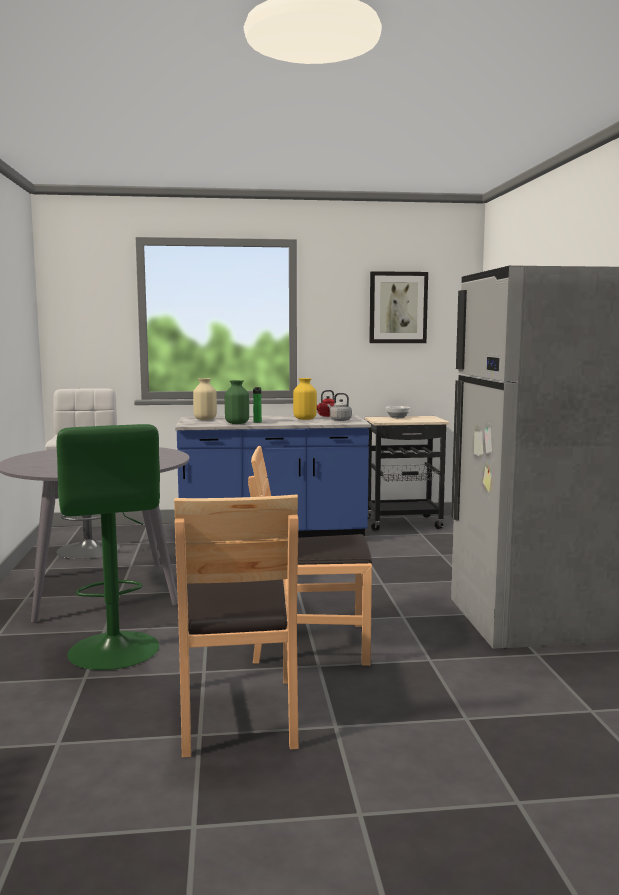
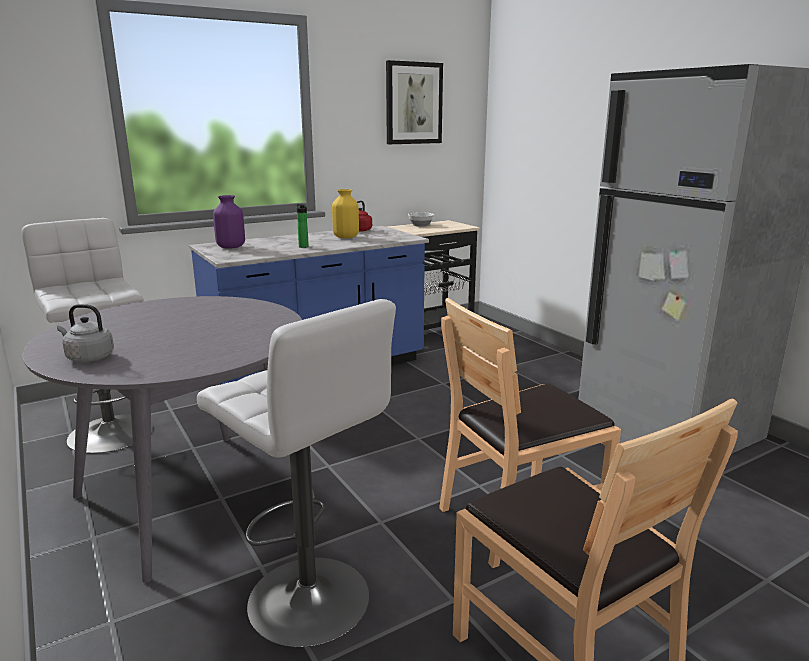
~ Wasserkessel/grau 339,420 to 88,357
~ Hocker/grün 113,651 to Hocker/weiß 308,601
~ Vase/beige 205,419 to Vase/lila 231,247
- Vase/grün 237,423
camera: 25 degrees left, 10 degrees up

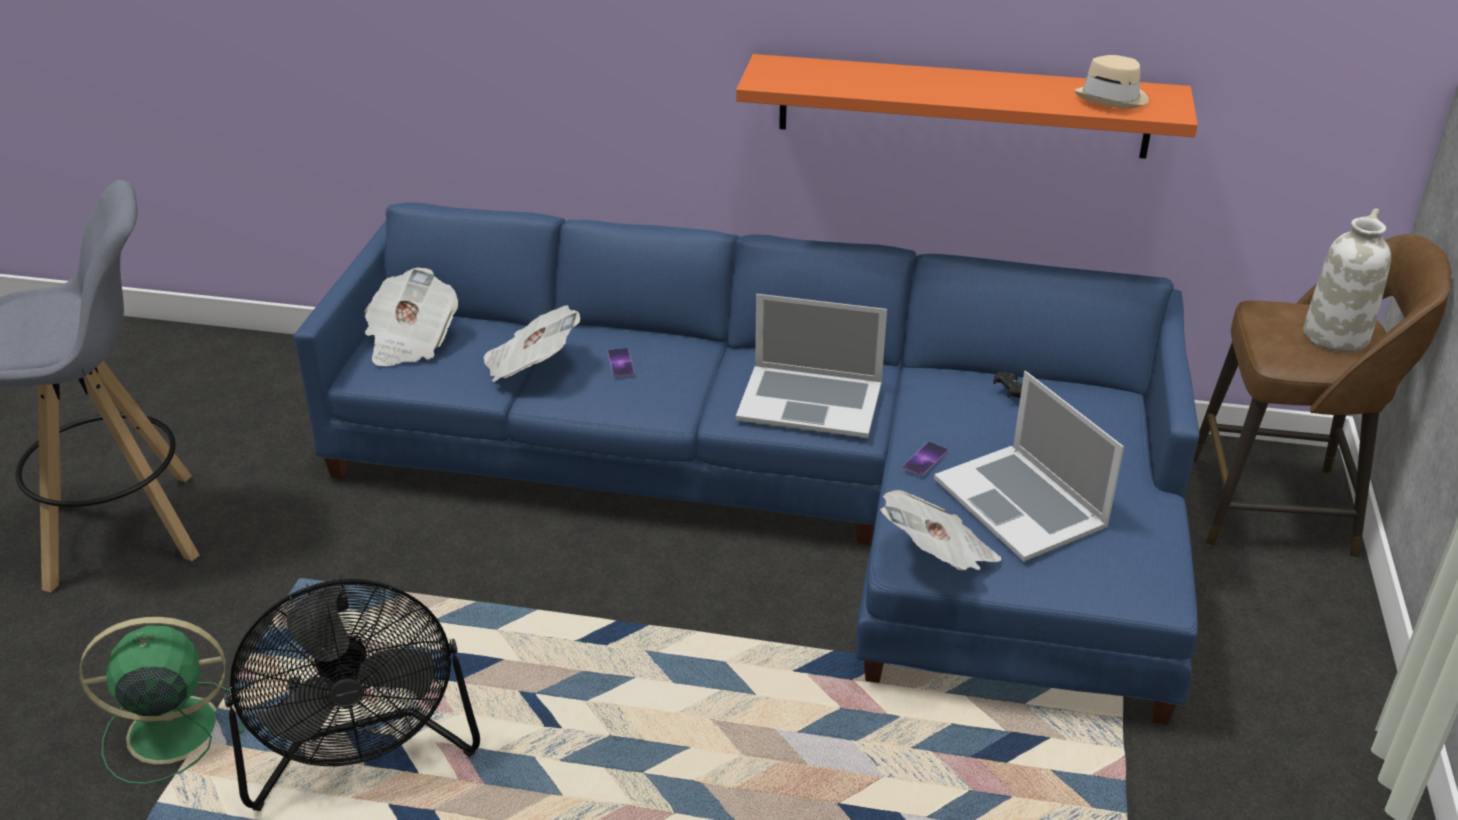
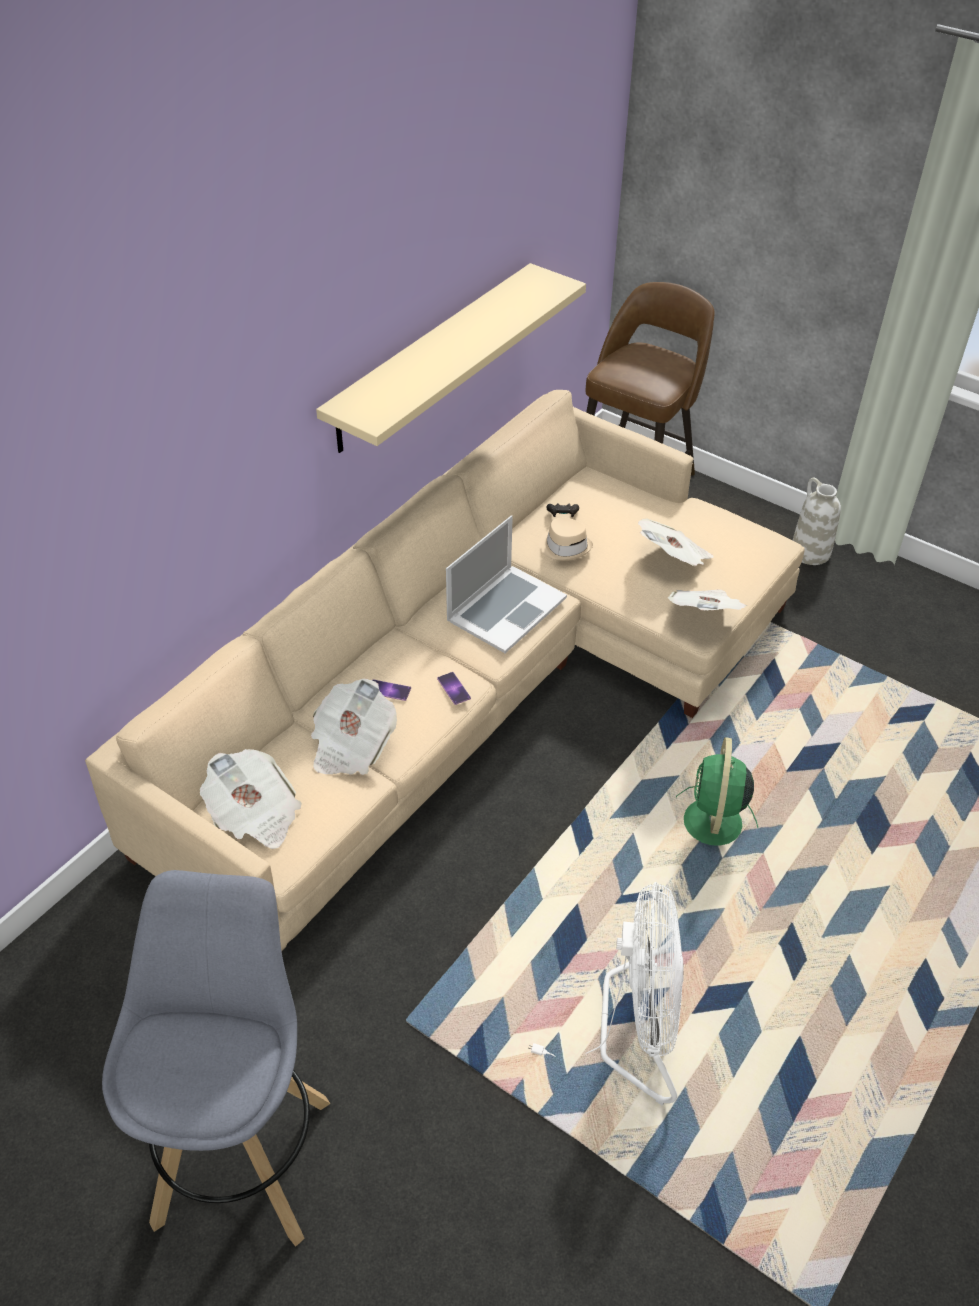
~ Sofa/blau 788,488 to Sofa/beige 482,681
~ Wandregal/orange 962,106 to Wandregal/beige 432,357
~ Handy 925,459 to 453,688
~ Ventilator/schwarz 353,751 to Ventilator/weiß 627,1025
~ Hut/beige 1112,98 to 565,547
~ Laptop 1020,502 to Zeitung 673,559
~ Ventilator/grün 168,730 to 712,825
~ Vase/weiß 1335,335 to 809,552
camera: 65 degrees left, 10 degrees up

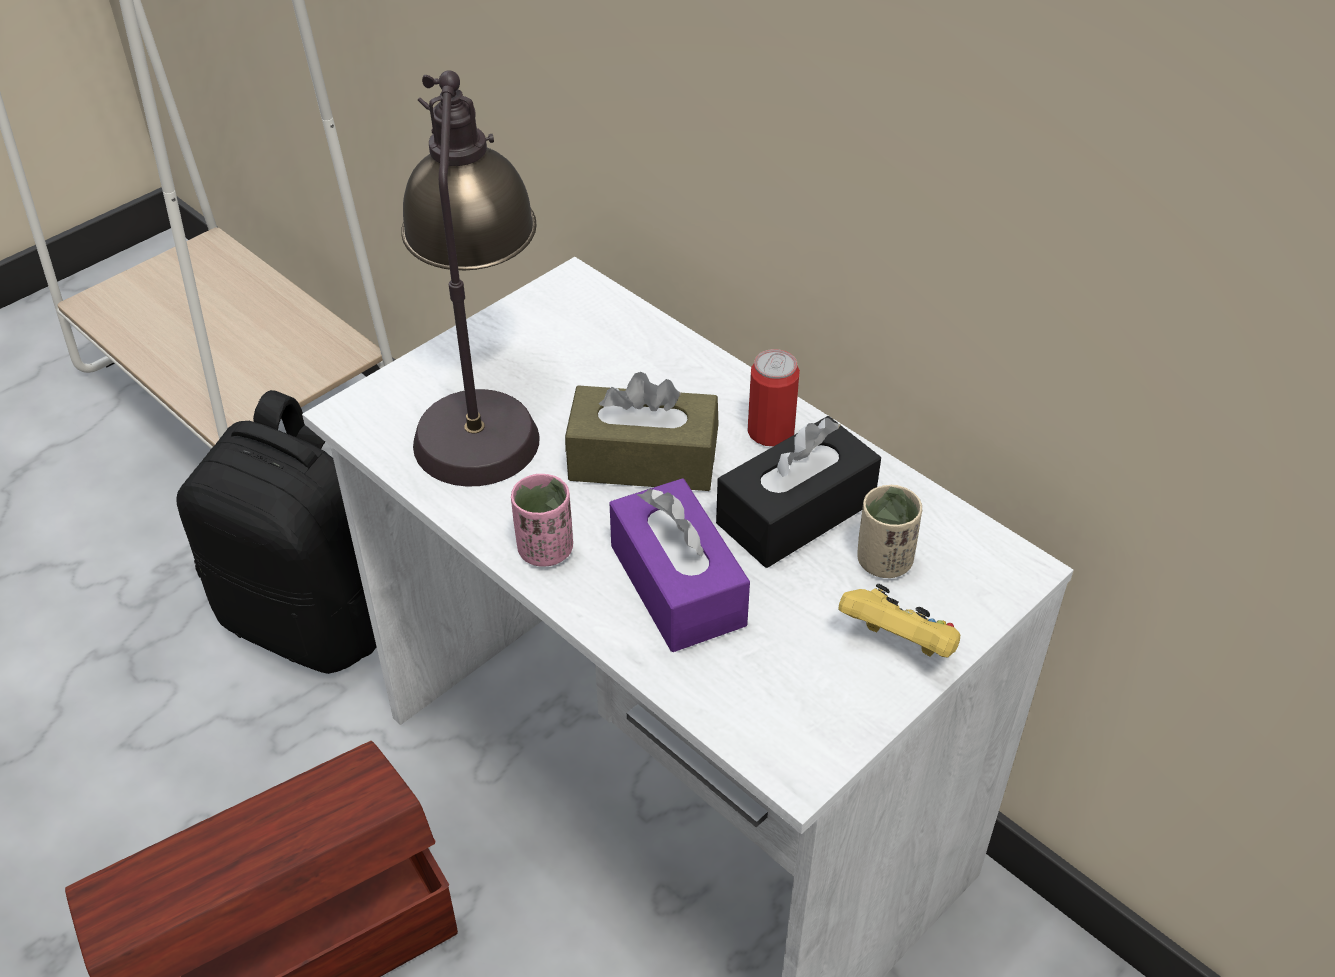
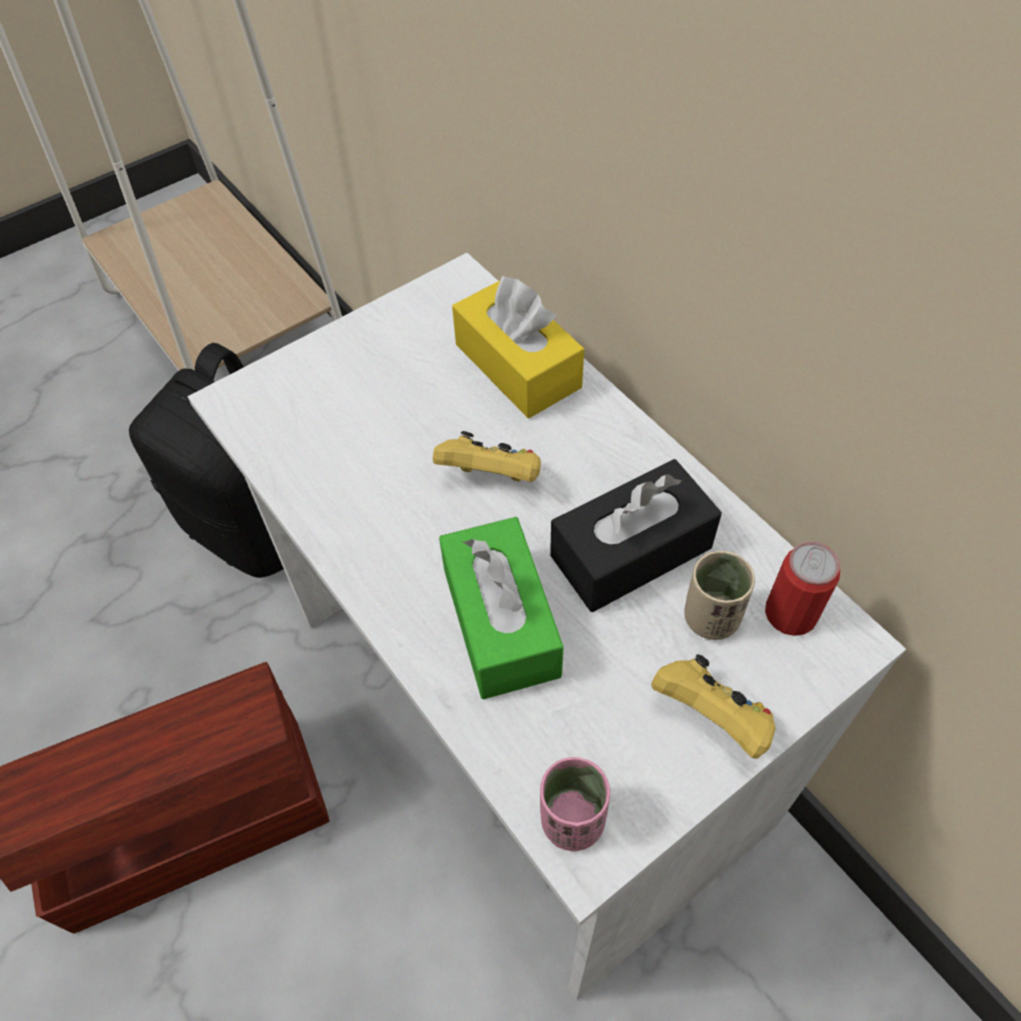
~ Taschentuchbox/braun 643,460 to Gamepad/gelb 492,477
~ Taschentuchbox/lila 677,585 to Taschentuchbox/grün 501,622
+ Taschentuchbox/gelb 517,366
~ Tasse/rosa 545,550 to 572,820
~ Dose 770,432 to 790,613
- Tischlampe 480,408
camera: 10 degrees right, 10 degrees up

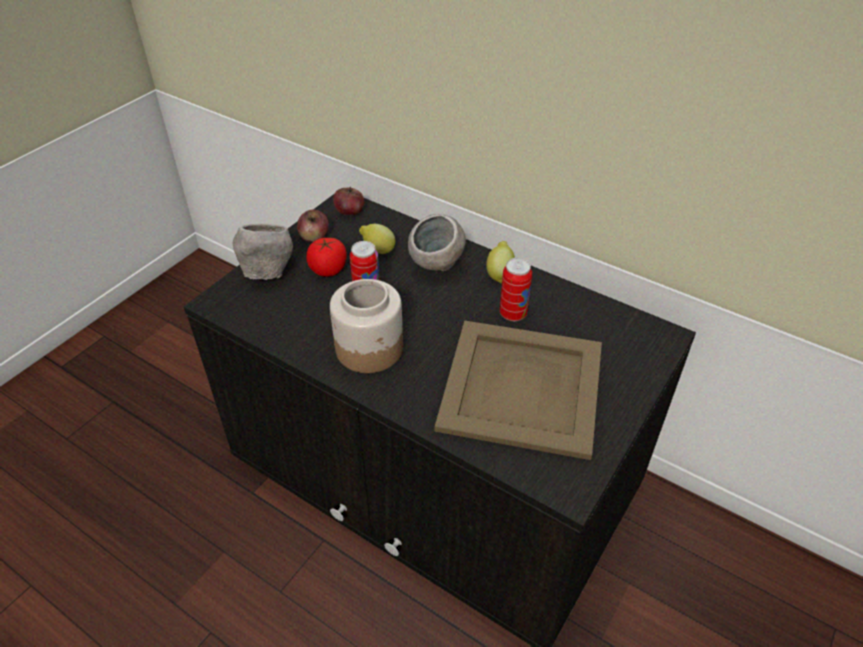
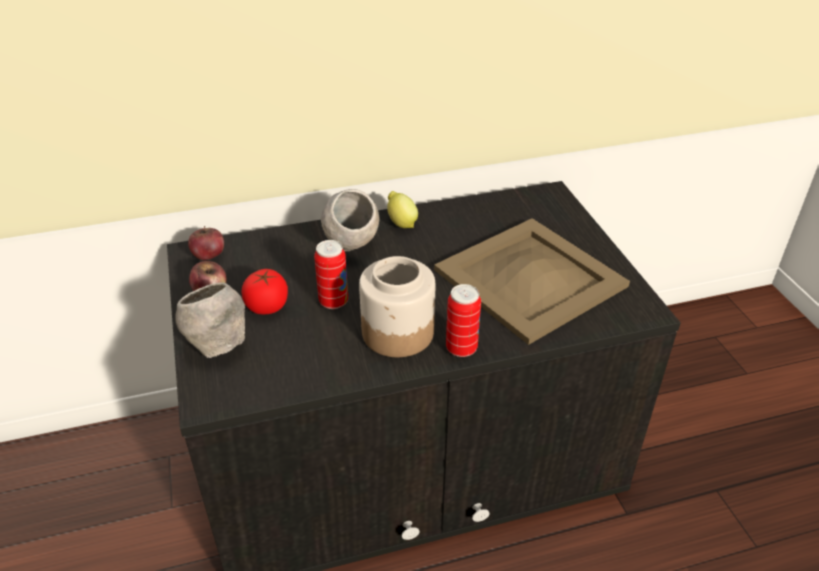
~ Dose 513,314 to 461,348
- Zitrone 378,251
camera: 50 degrees left, 5 degrees down

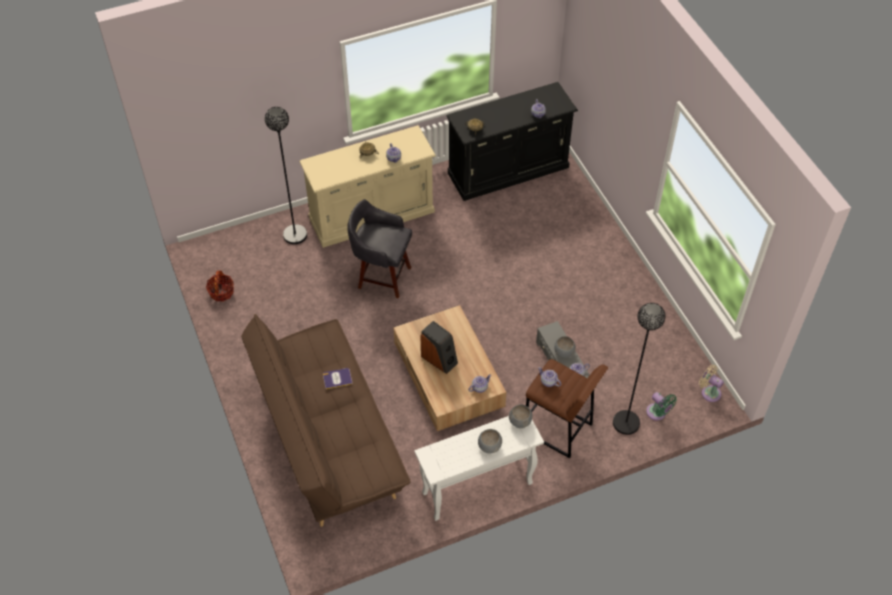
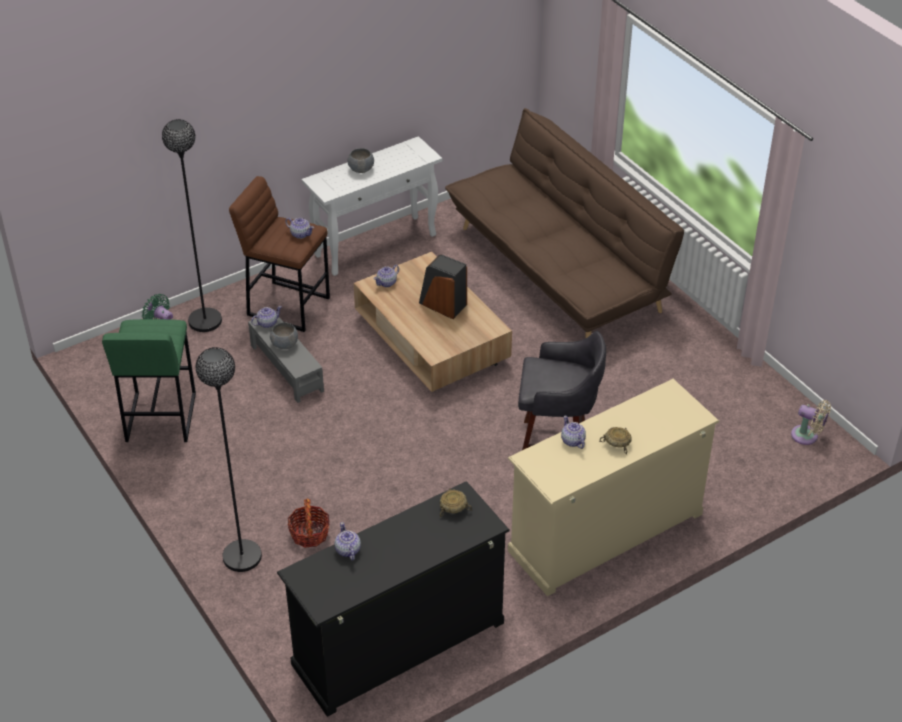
+ Hocker/grün 160,419
~ Stehlampe/schwarz 295,235 to 241,556
~ Korb 221,292 to 309,534
~ Ventilator/beige 709,392 to 807,436
- Buch 337,378
- Schüssel/grau 520,421
camera: 170 degrees right, 10 degrees down

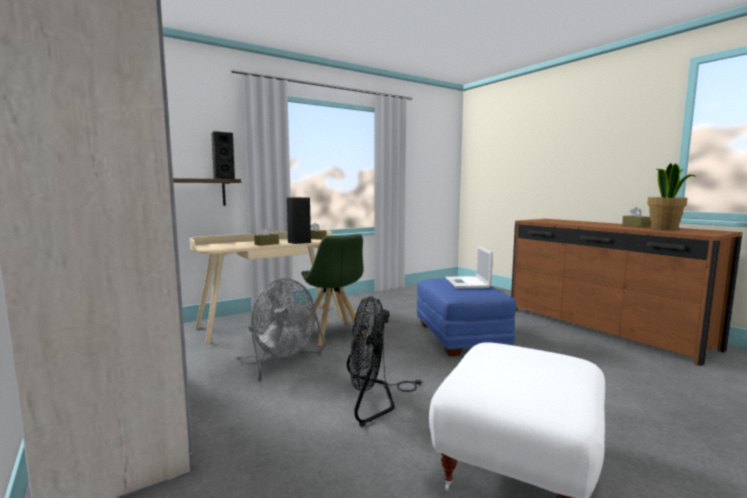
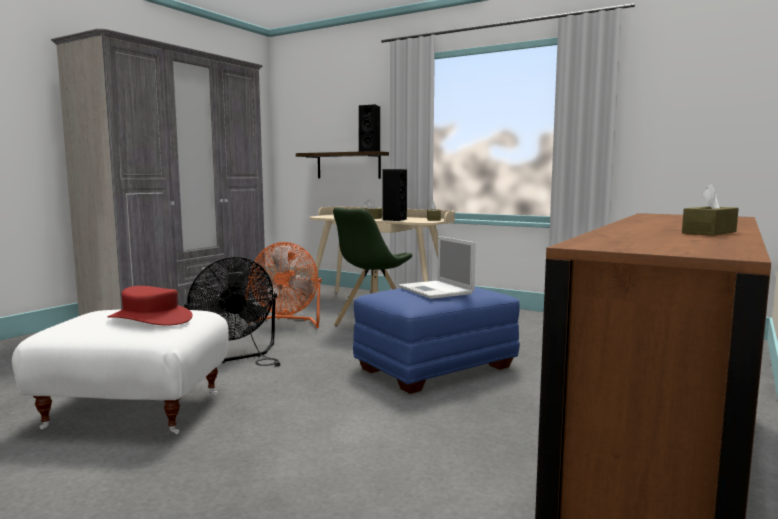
+ Hut/rot 151,318
~ Ventilator/grau 279,363 to Ventilator/orange 285,321
~ Laptop 468,283 = 436,290 90 degrees counterclockwise
- Topfpflanze 664,229
camera: 65 degrees right, 0 degrees up

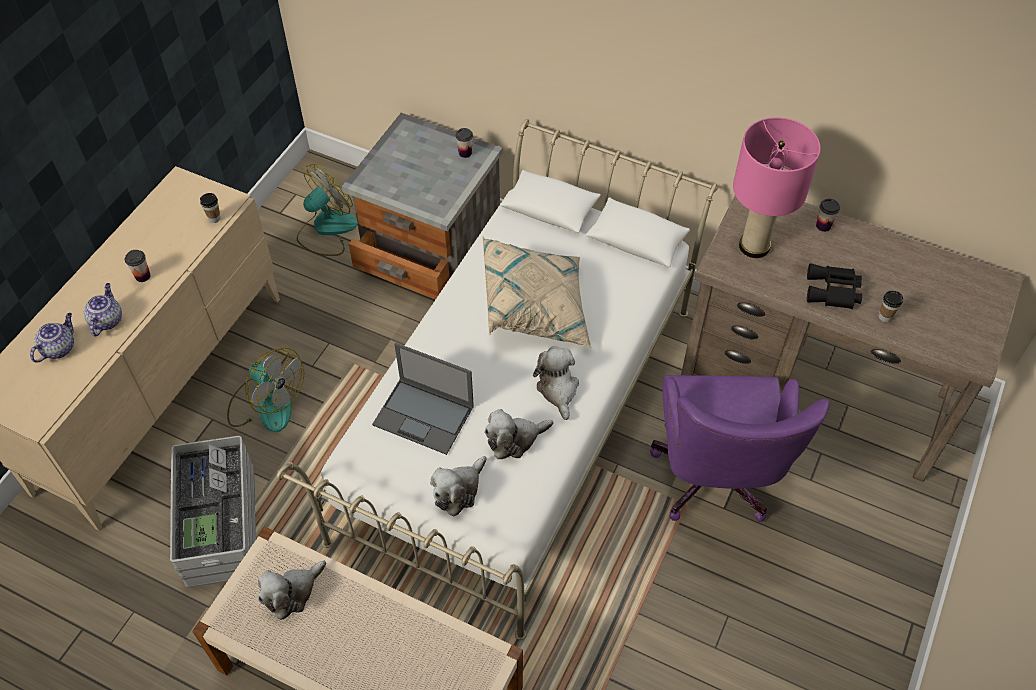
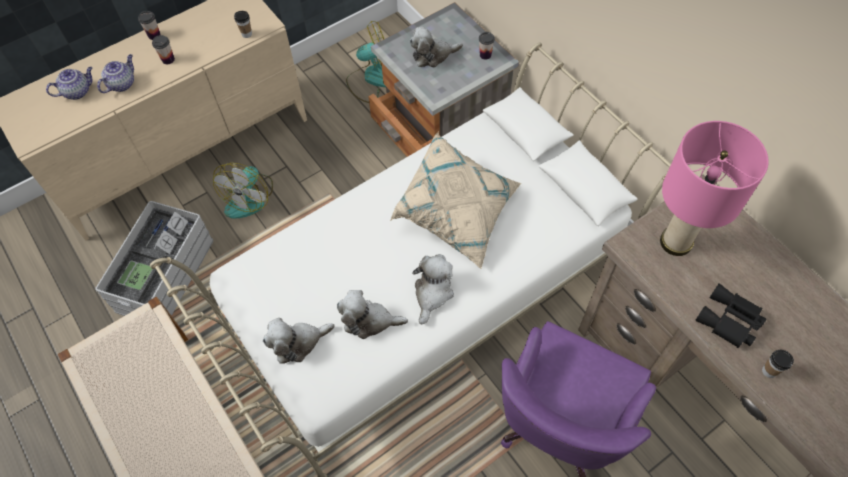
~ Tasse 823,226 to 154,35
~ Ventilator 266,404 = 250,197 45 degrees clockwise
~ Plüschtier 292,593 to 433,55
- Laptop 424,416
camera: 30 degrees right, 5 degrees up

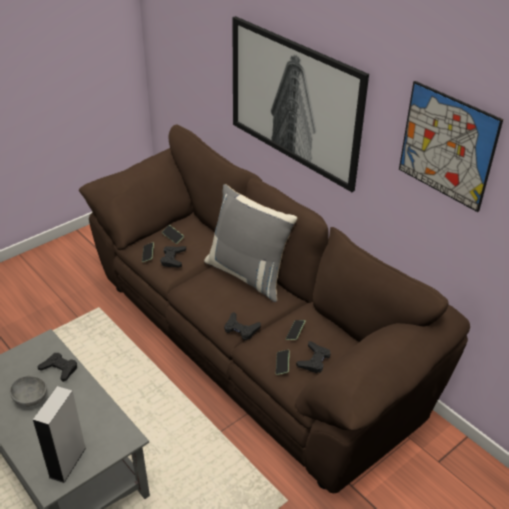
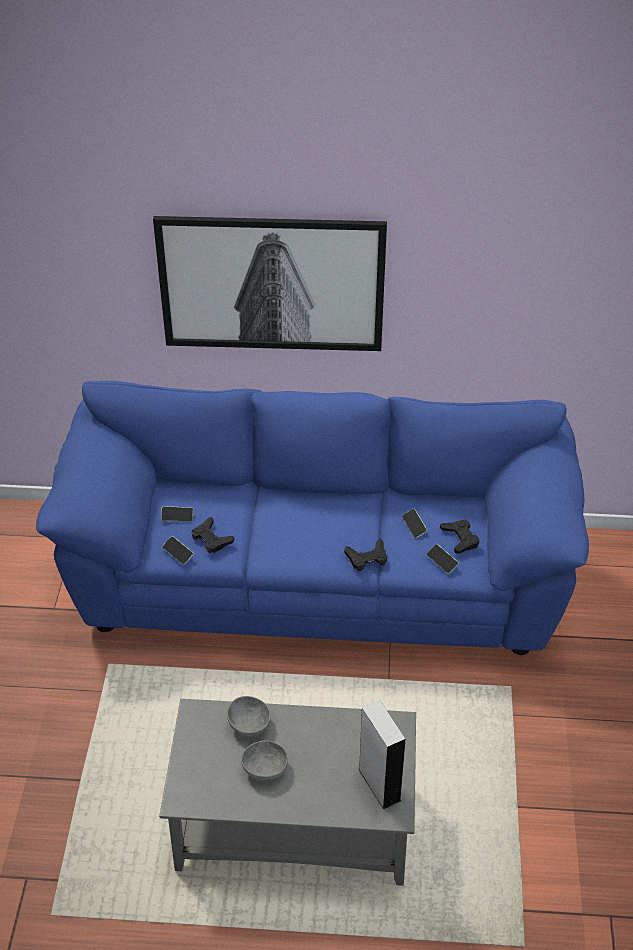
~ Sofa/braun 251,348 to Sofa/blau 316,586
~ Gamepad/schwarz 59,369 to Schüssel/grau 249,724
- Kissen/grau 248,274
- Bild 447,146
camera: 45 degrees left, 5 degrees up

